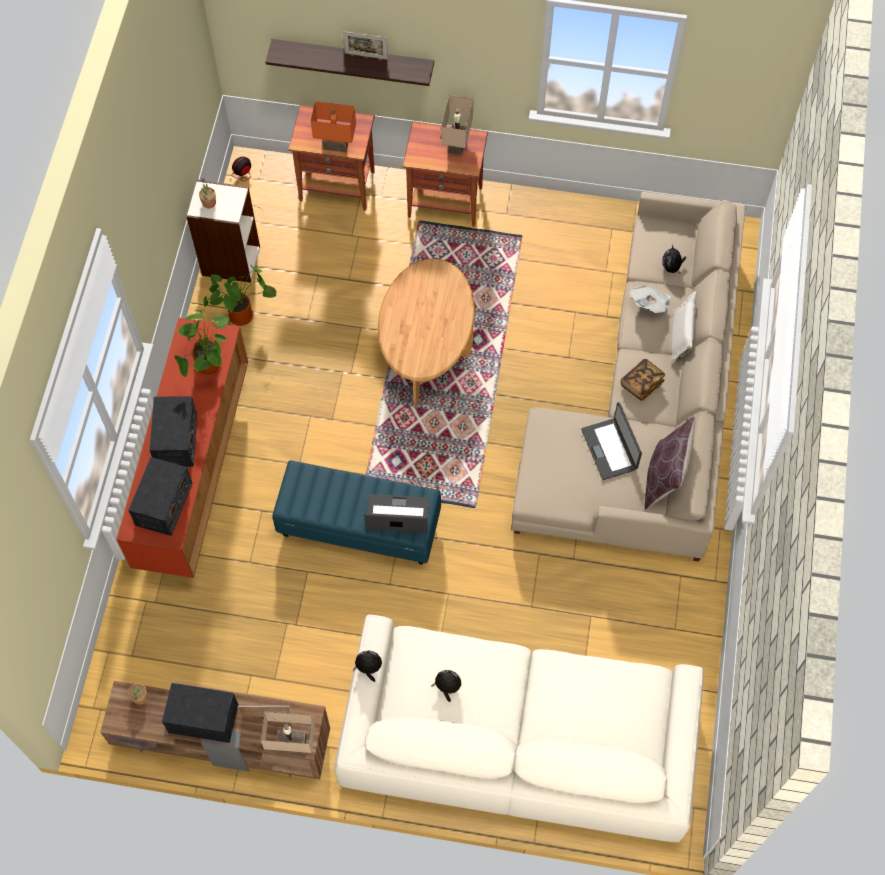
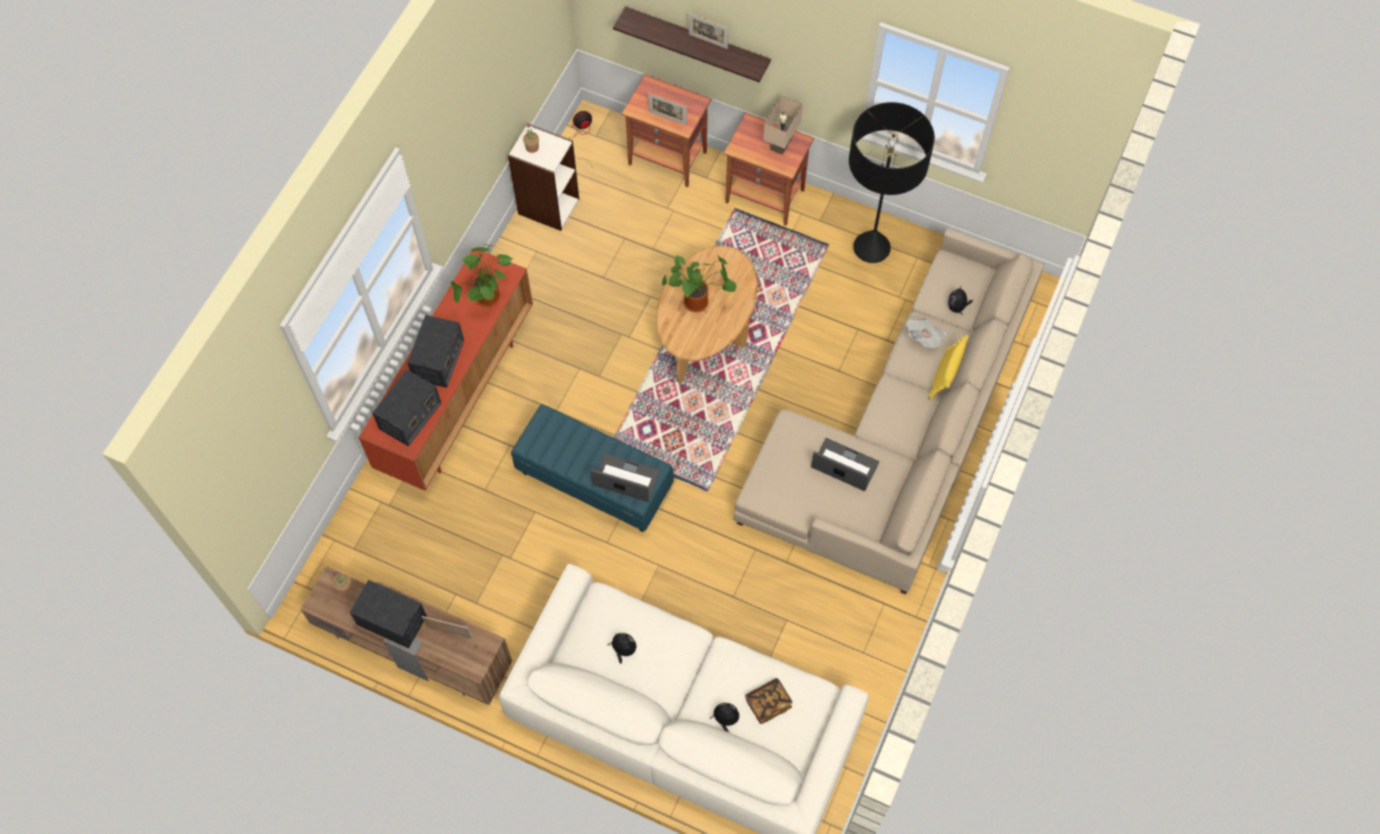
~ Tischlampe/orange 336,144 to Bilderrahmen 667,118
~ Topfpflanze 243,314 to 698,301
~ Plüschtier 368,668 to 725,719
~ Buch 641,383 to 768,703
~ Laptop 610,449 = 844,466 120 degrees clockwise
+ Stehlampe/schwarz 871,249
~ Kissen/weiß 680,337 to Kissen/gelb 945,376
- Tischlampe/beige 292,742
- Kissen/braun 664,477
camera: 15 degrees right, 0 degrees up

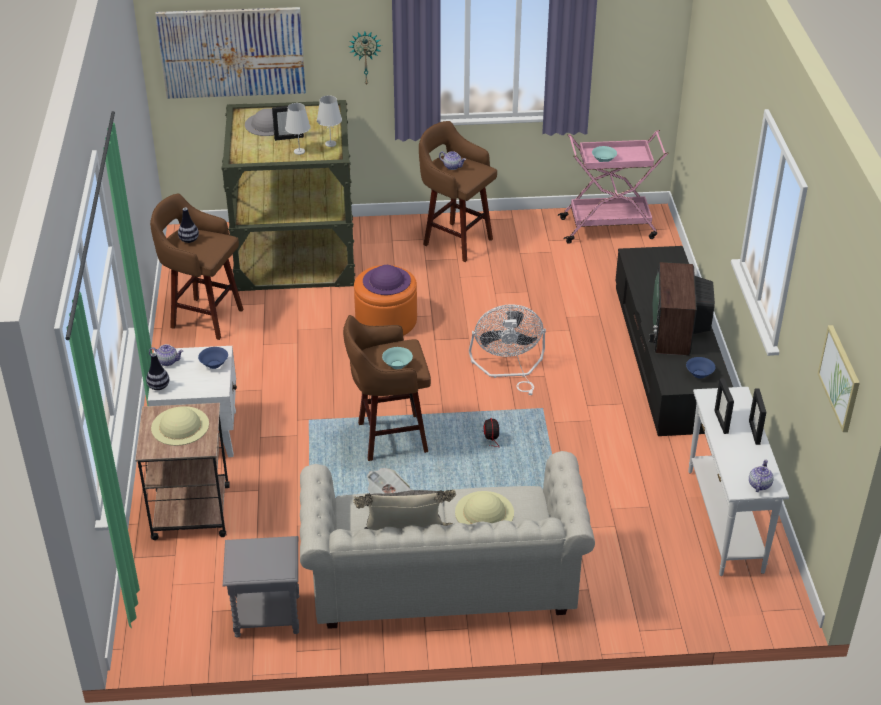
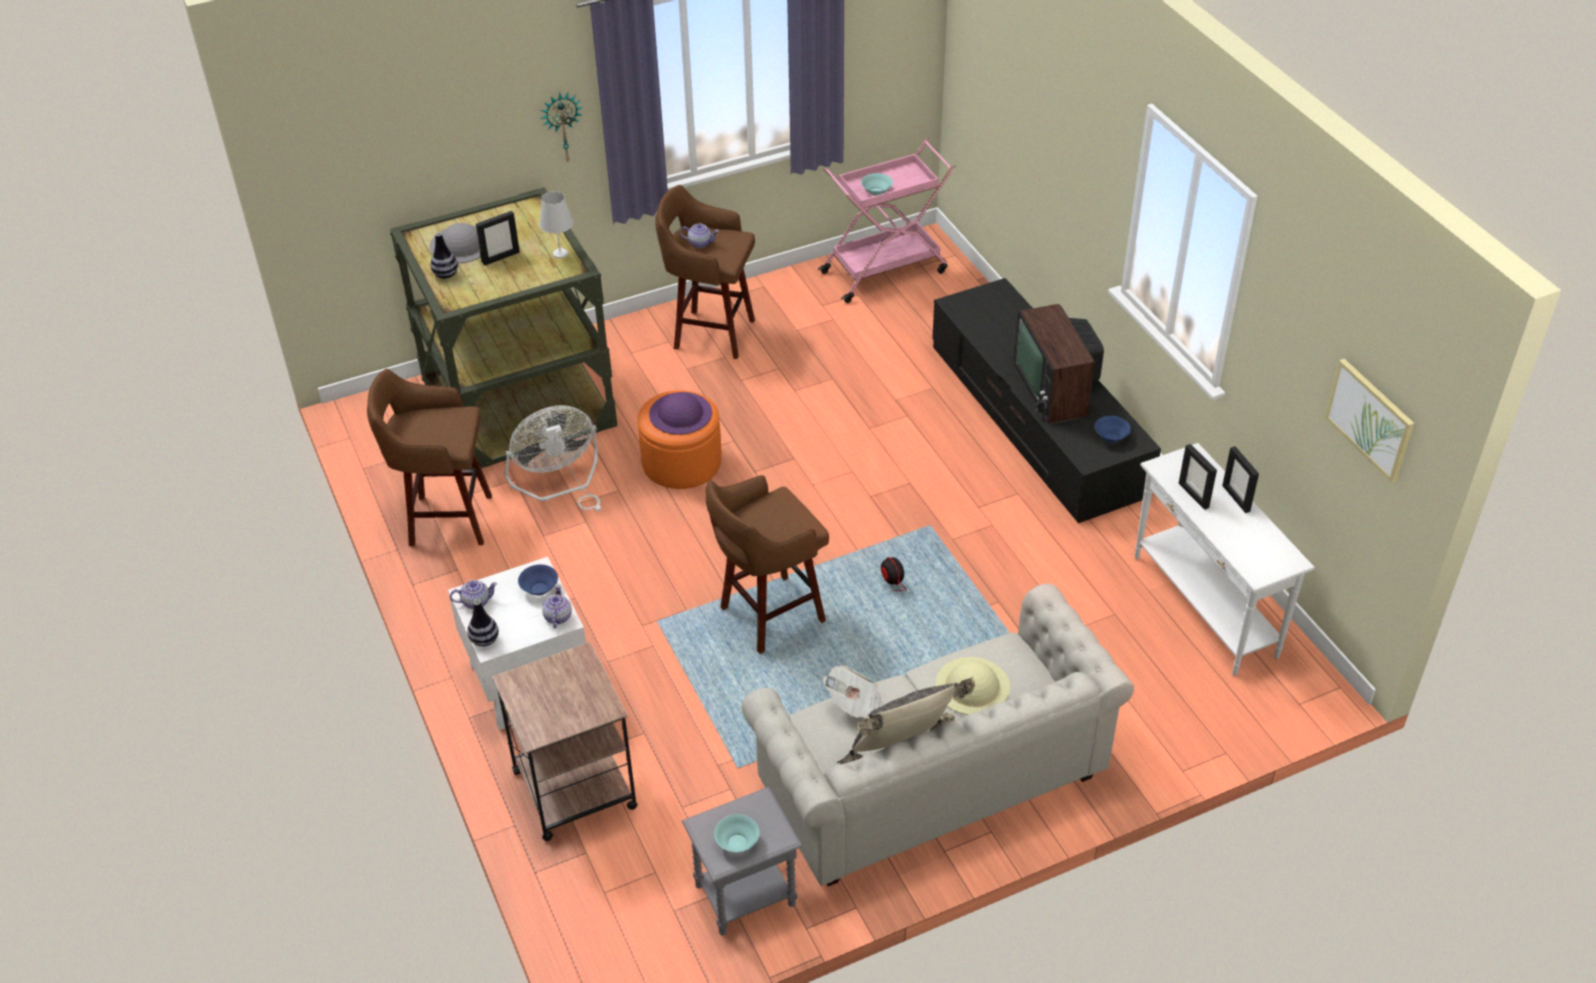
~ Vase 189,240 to 446,275
~ Ventilator/weiß 510,370 to 563,485
~ Teekanne 759,484 to 557,616
~ Schüssel/türkis 397,365 to 737,843
- Hut/beige 180,426
- Bild 232,52
- Tischlampe/weiß 299,151
camera: 20 degrees left, 5 degrees up

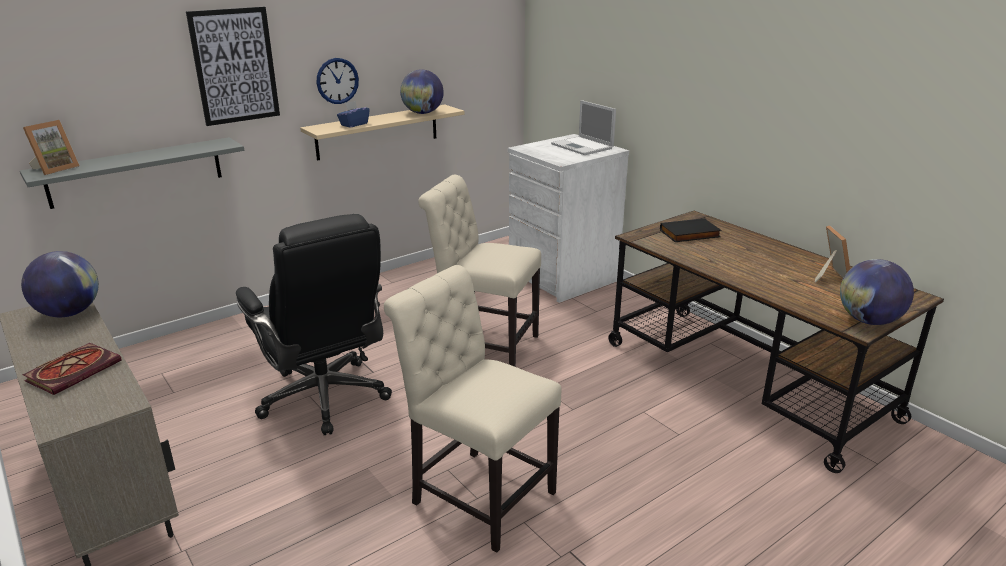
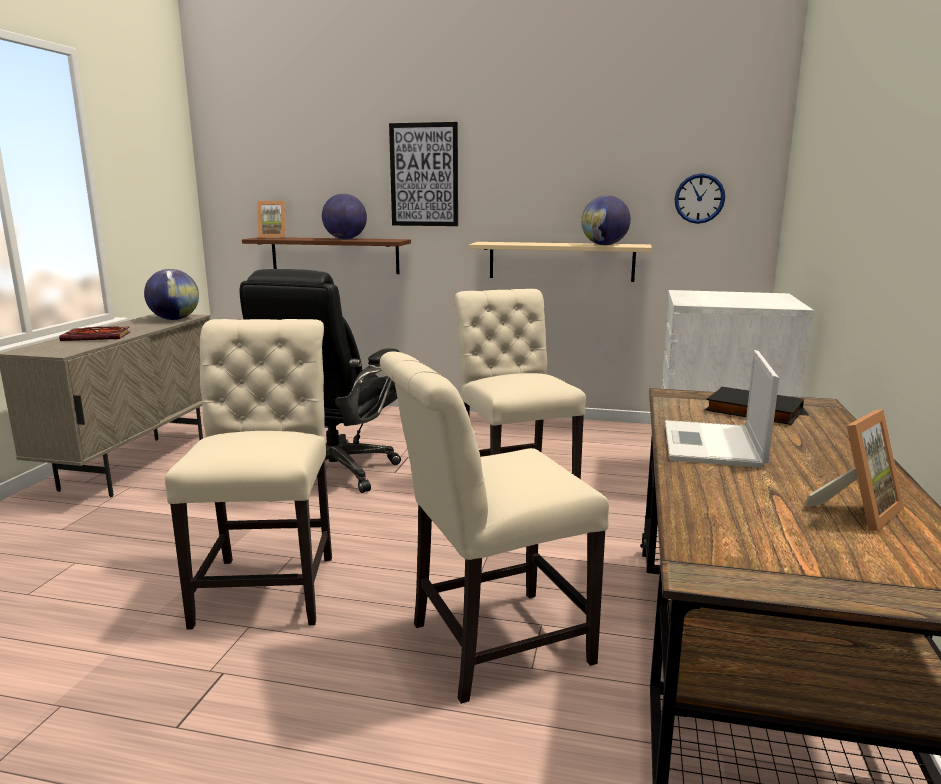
~ Wandregal/grau 136,172 to Wandregal/braun 334,255
~ Globus 868,321 to 345,239
+ Stuhl/beige 488,645
~ Laptop 583,146 to 713,445
~ Wanduhr 337,81 to 699,198
- Taschentuchbox/blau 354,124
camera: 50 degrees right, 10 degrees down

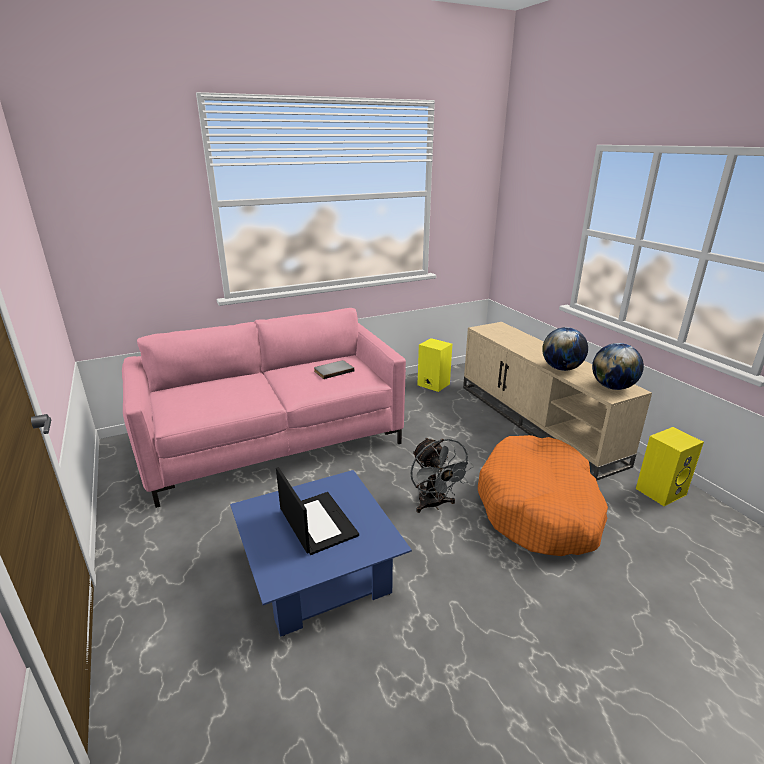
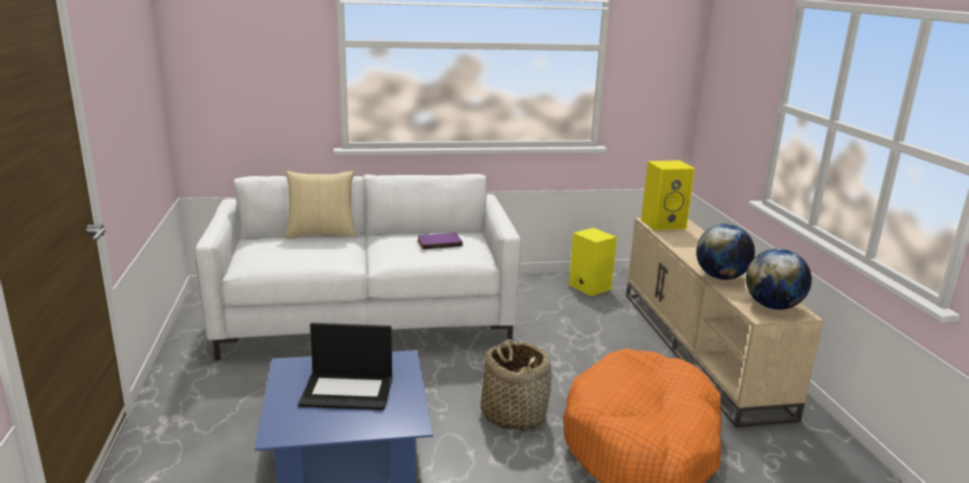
~ Sofa/rosa 274,444 to Sofa/weiß 366,321
+ Kissen 322,234
~ Laptop 317,522 = 348,391 105 degrees clockwise
~ Buch/grau 333,370 to Buch/lila 439,242
~ Ventilator/grau 434,505 to Korb 513,414
~ Lautsprecher/gelb 660,491 to 663,224
camera: 15 degrees right, 5 degrees down

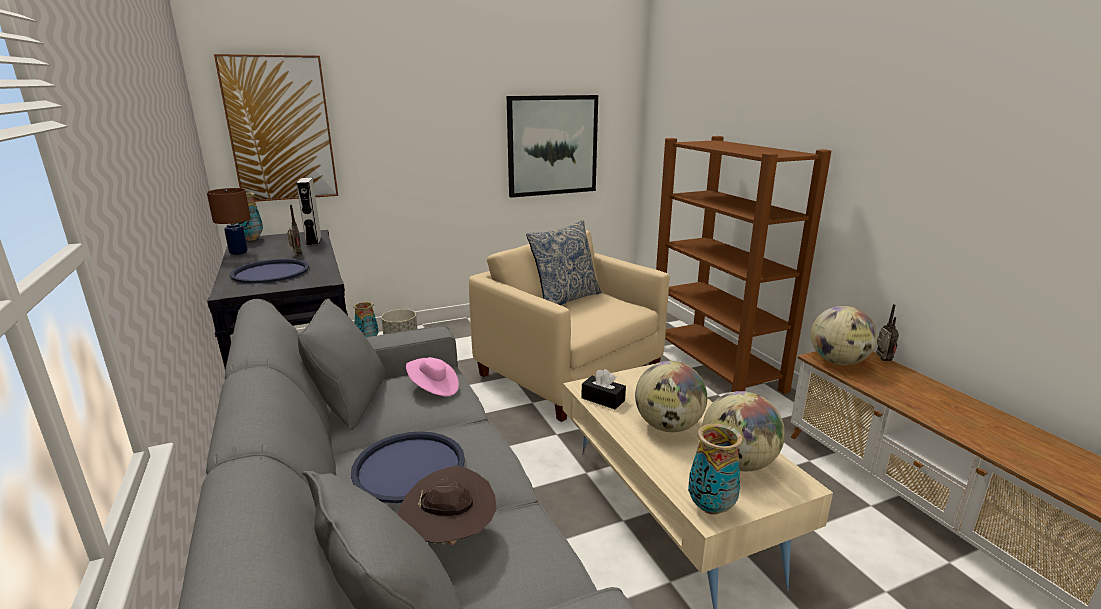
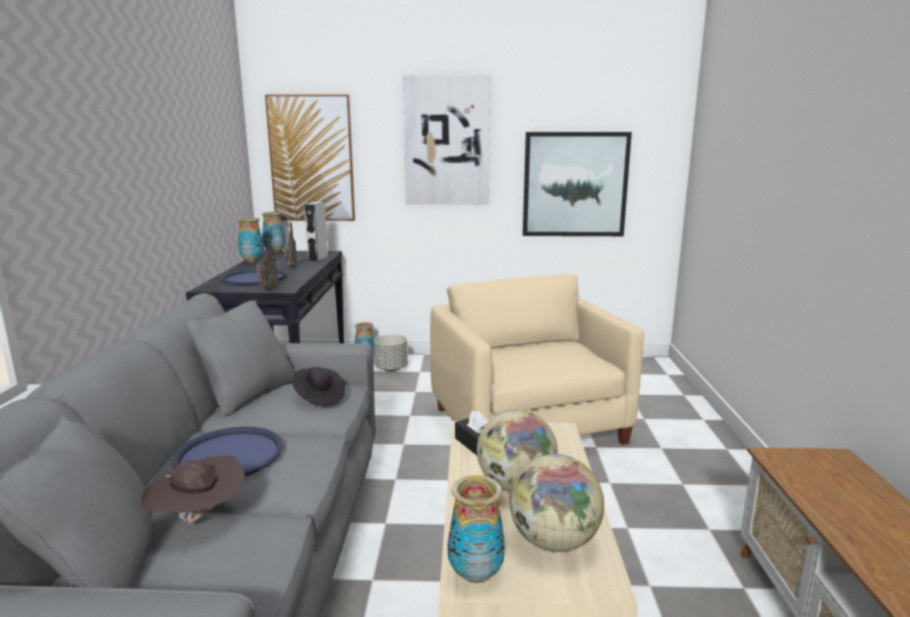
~ Tischlampe/braun 238,252 to Vase 252,261
~ Radio 881,360 to 267,288
~ Hut/rosa 433,388 to Hut/schwarz 319,398
+ Bild 447,141
- Kissen 565,299
- Bücherregal/braun 715,367
- Globus 838,362
camera: 25 degrees right, 5 degrees down

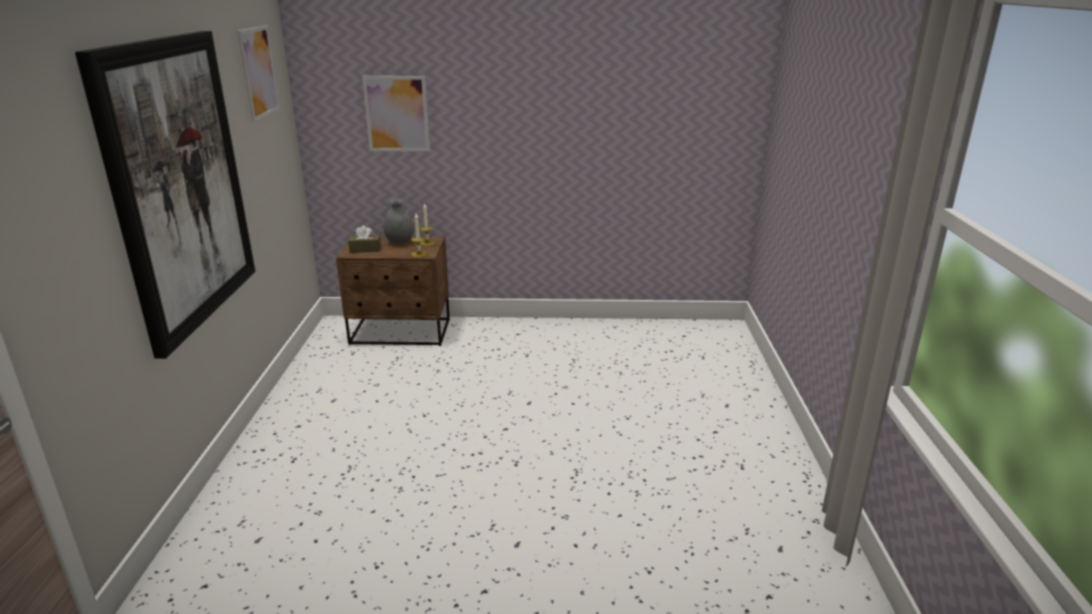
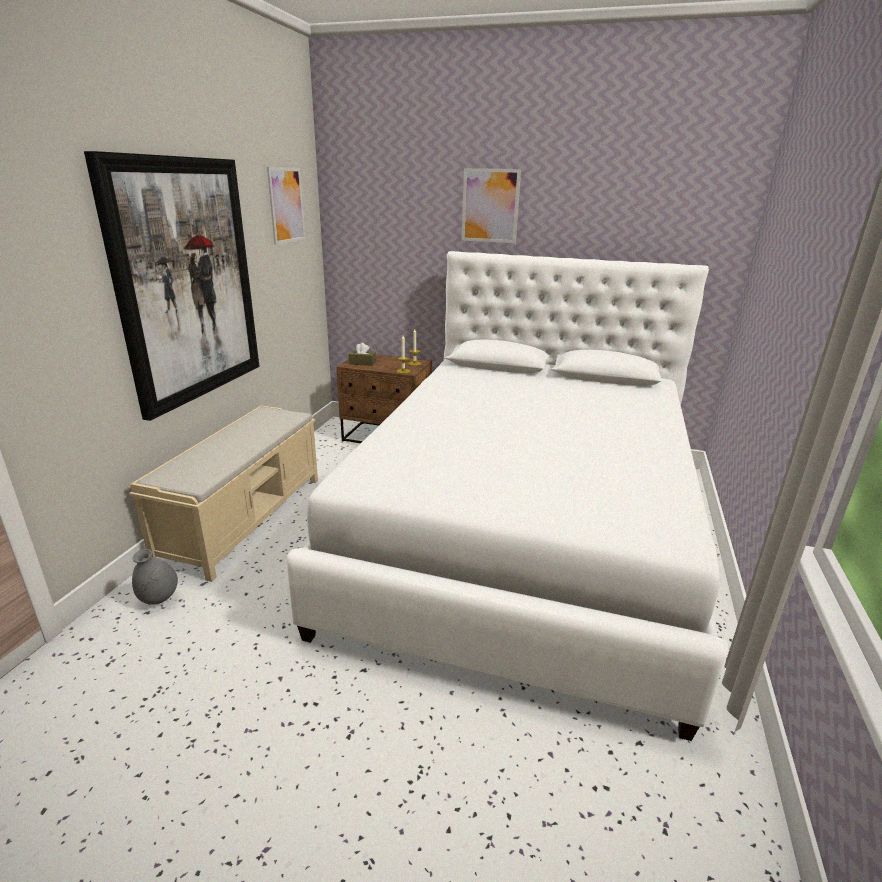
+ Bank/beige 245,517
~ Vase/grau 399,243 to 159,599
+ Bett/weiß 525,532
~ Bild 397,114 to 490,206
camera: 15 degrees right, 0 degrees up

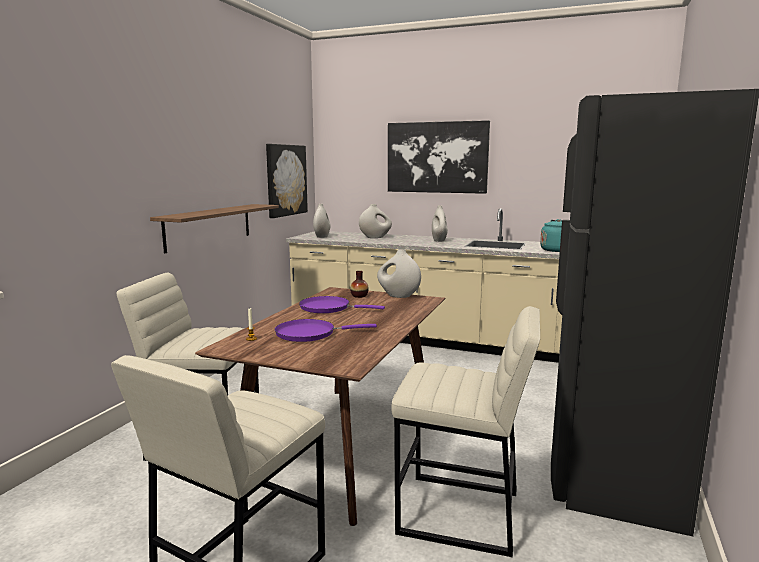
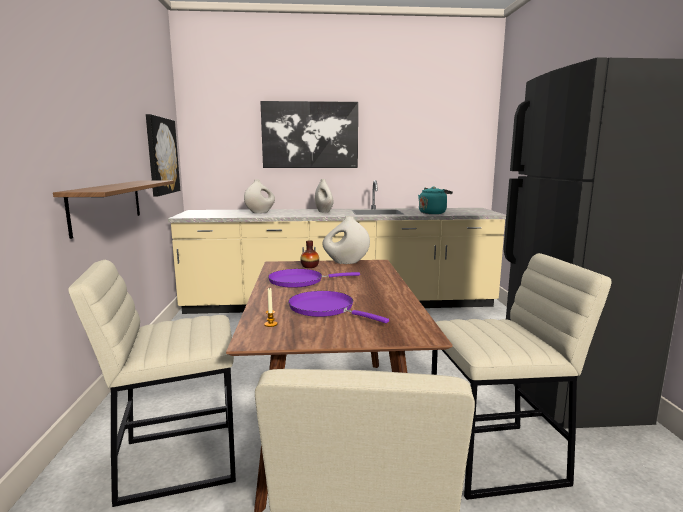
~ Pfanne/lila 310,334 = 325,309 75 degrees clockwise
- Vase/weiß 322,236
camera: 25 degrees left, 0 degrees up

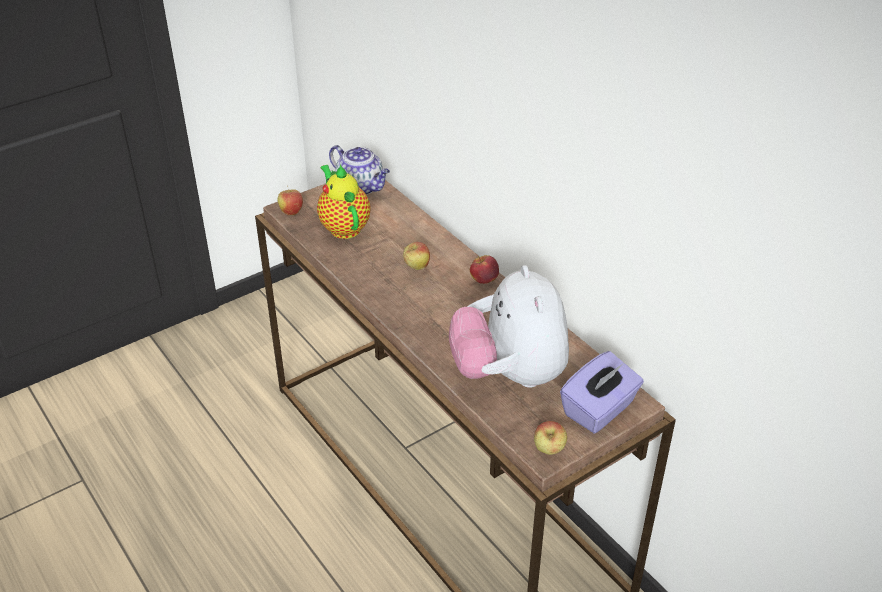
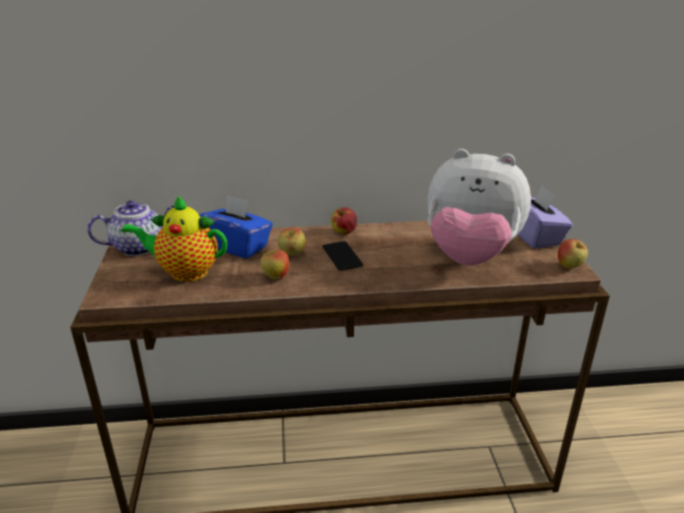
+ Taschentuchbox/blau 237,246
~ Apfel 291,212 to 275,277
+ Handy 342,256
camera: 60 degrees left, 10 degrees down

